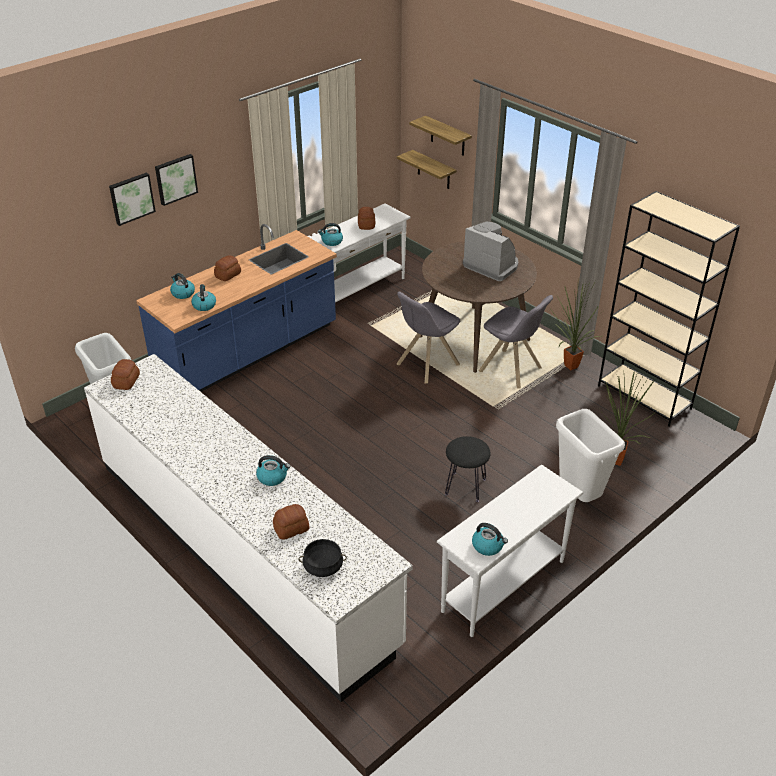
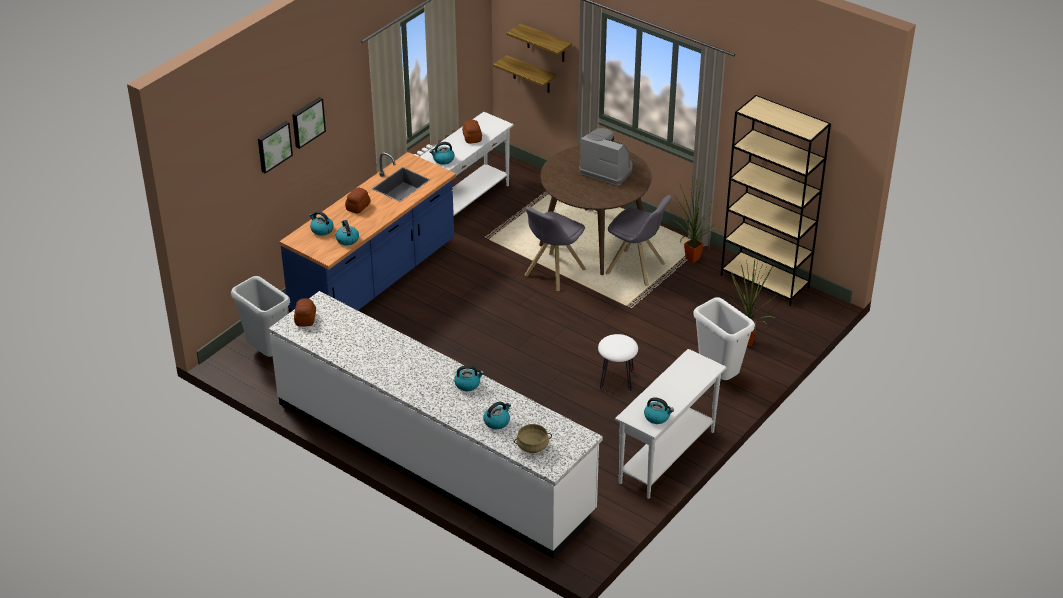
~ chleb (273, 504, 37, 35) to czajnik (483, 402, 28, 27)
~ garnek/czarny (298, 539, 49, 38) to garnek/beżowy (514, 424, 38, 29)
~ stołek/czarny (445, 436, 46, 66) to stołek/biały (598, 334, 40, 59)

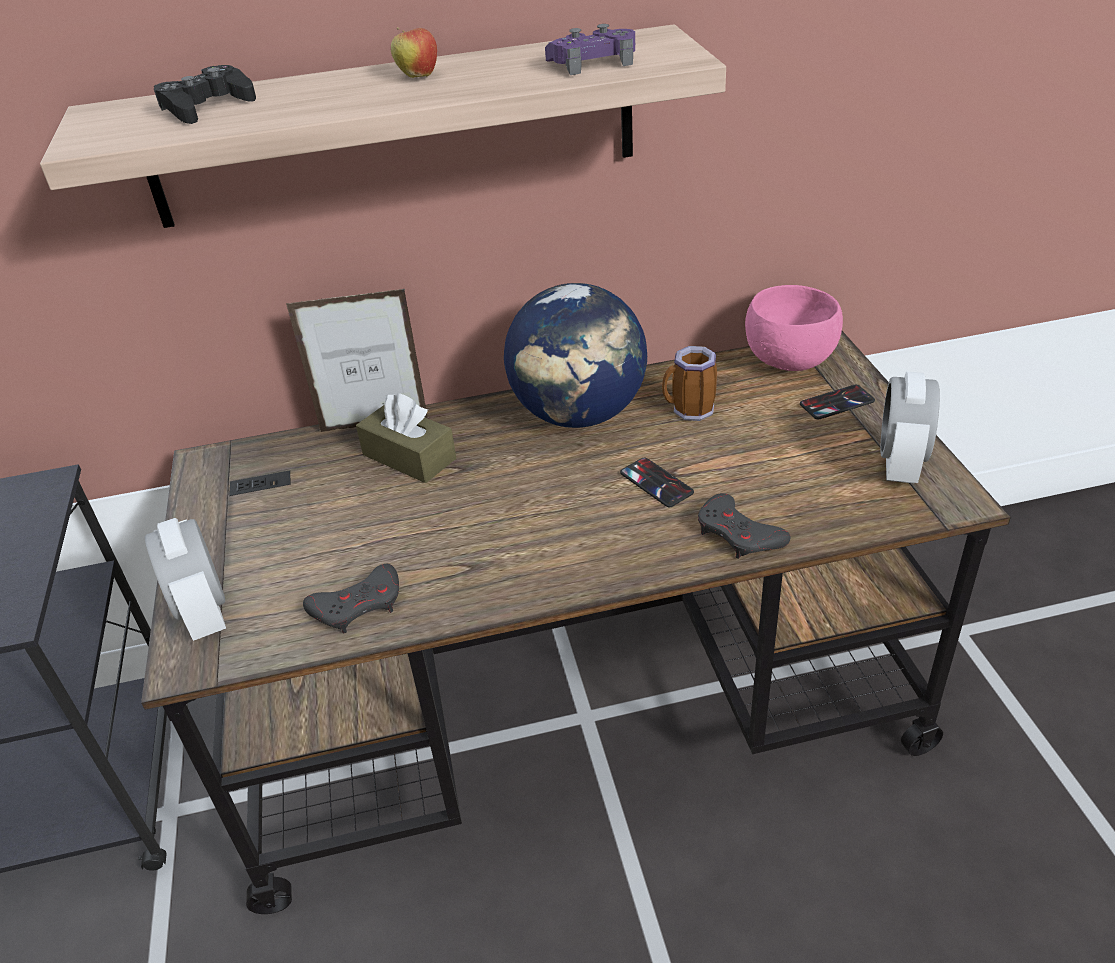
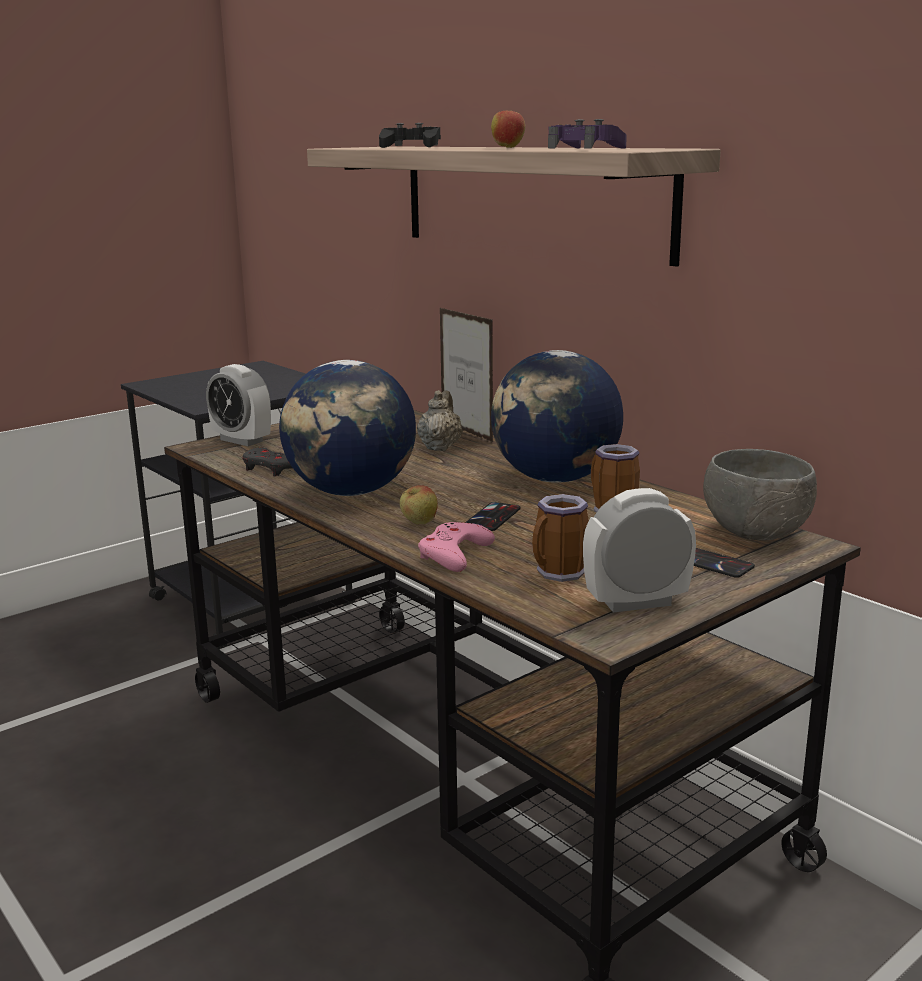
~ budzik (145, 518, 81, 123) = (206, 364, 65, 82) 90 degrees counterclockwise
+ globus (279, 360, 137, 136)
+ jabłko (399, 485, 39, 40)
~ pudełko chusteczek/brązowy (356, 393, 100, 90) to imbryk/beżowy (417, 390, 46, 61)
~ pad do gier/szary (698, 493, 92, 66) to pad do gier/różowy (418, 522, 77, 50)
+ kubek (532, 494, 57, 88)
~ miska/różowy (745, 285, 98, 86) to miska/szary (703, 449, 114, 92)

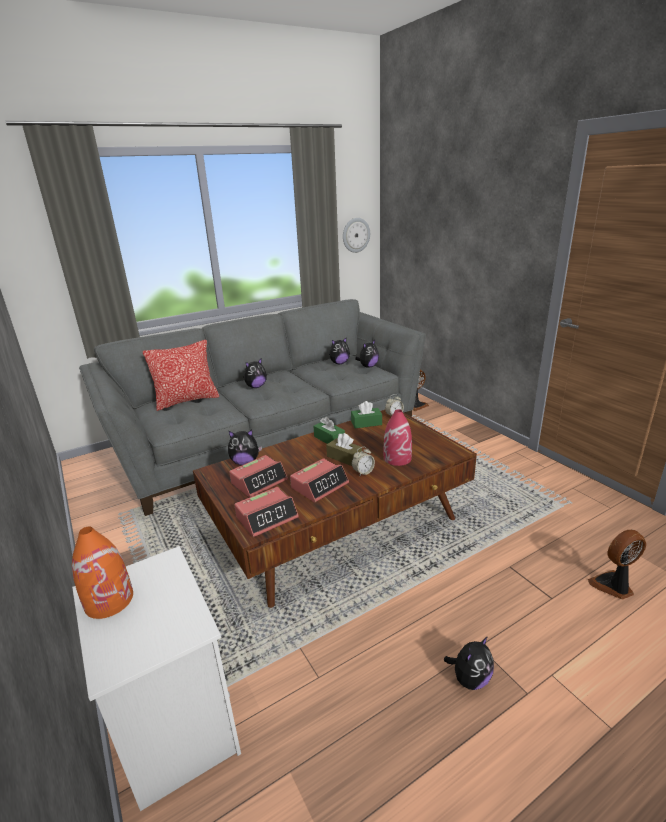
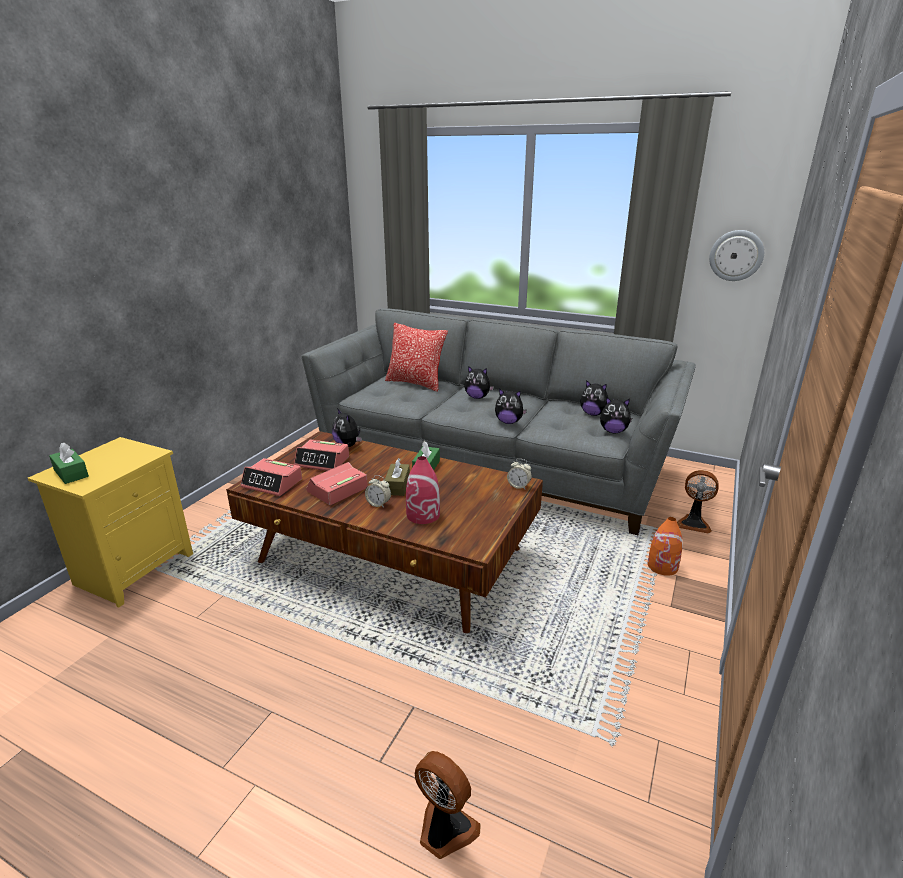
~ szafka nocna/biały (72, 546, 169, 265) to szafka nocna/żółty (28, 437, 165, 171)
~ pudełko chusteczek/zielony (351, 401, 31, 27) to (49, 442, 40, 42)
~ budzik (290, 458, 59, 44) = (306, 462, 62, 43) 120 degrees clockwise
~ pluszak (444, 636, 50, 54) to (495, 388, 32, 36)
~ wazon/pomarańczowy (72, 527, 61, 92) to (648, 517, 34, 59)

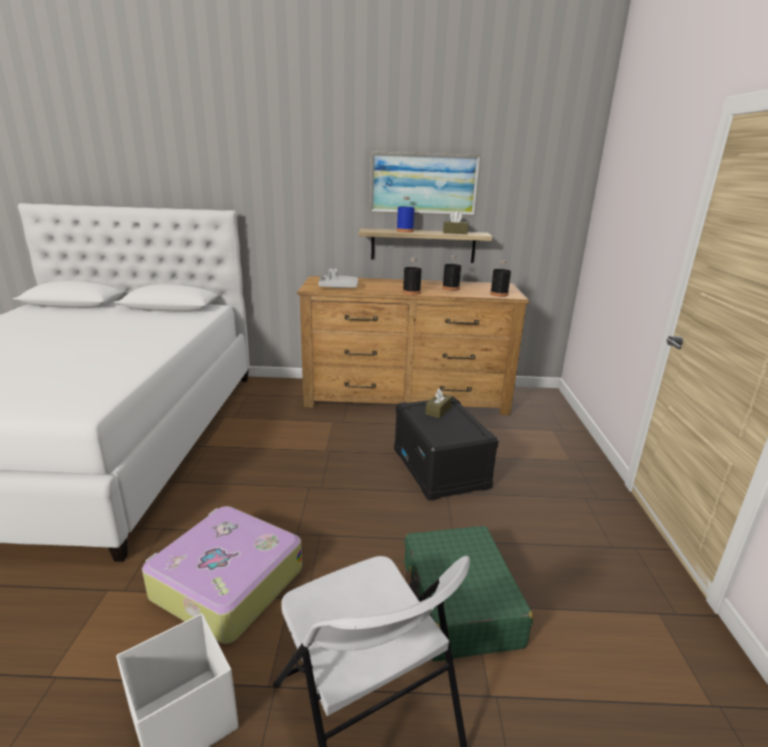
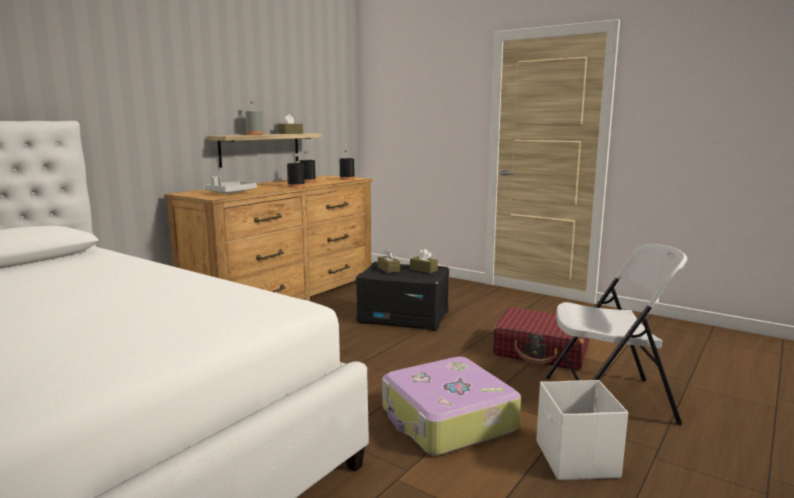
~ butelka/niebieski (397, 197, 18, 35) to butelka/szary (245, 101, 19, 34)
+ pudełko chusteczek/brązowy (410, 249, 28, 24)
~ walizka/zielony (404, 526, 129, 135) to walizka/czerwony (493, 307, 96, 63)
- obraz (370, 151, 111, 65)

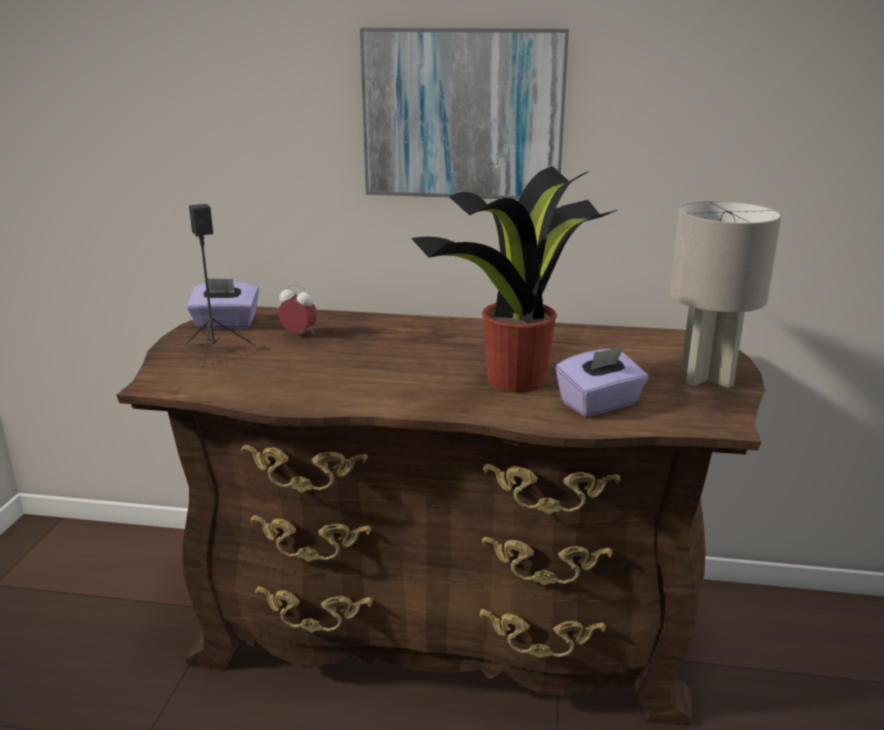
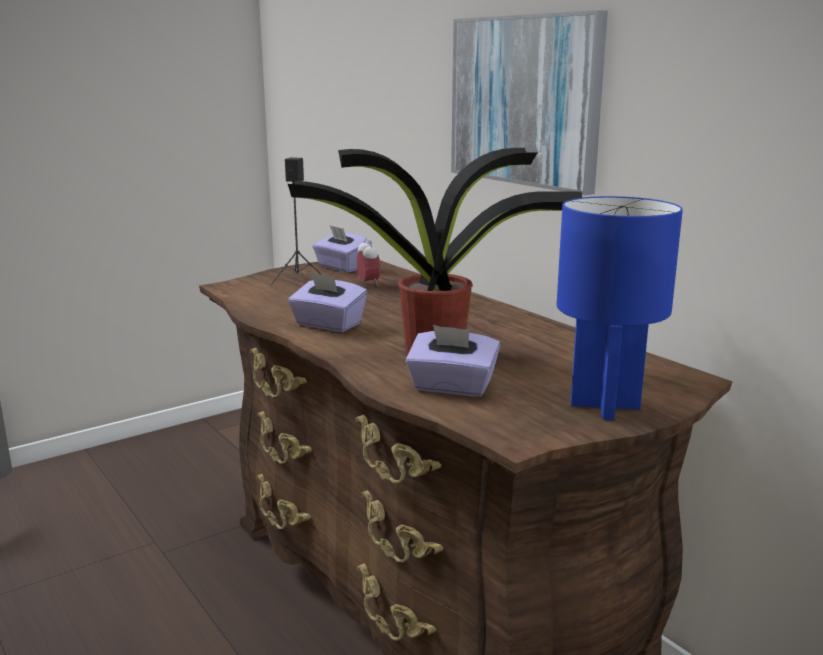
+ pudełko chusteczek/fioletowy (288, 272, 79, 60)
~ lampa stołowa/szary (670, 201, 111, 187) to lampa stołowa/niebieski (557, 196, 126, 224)

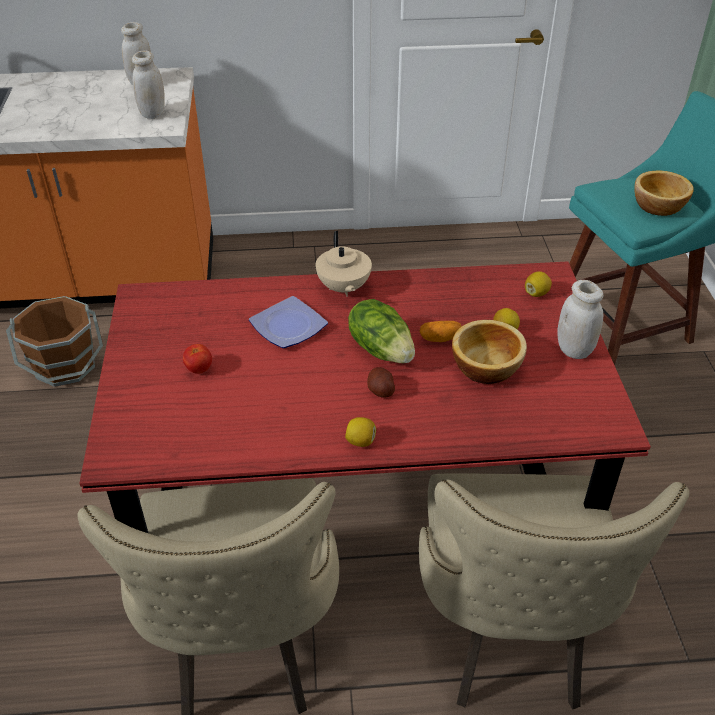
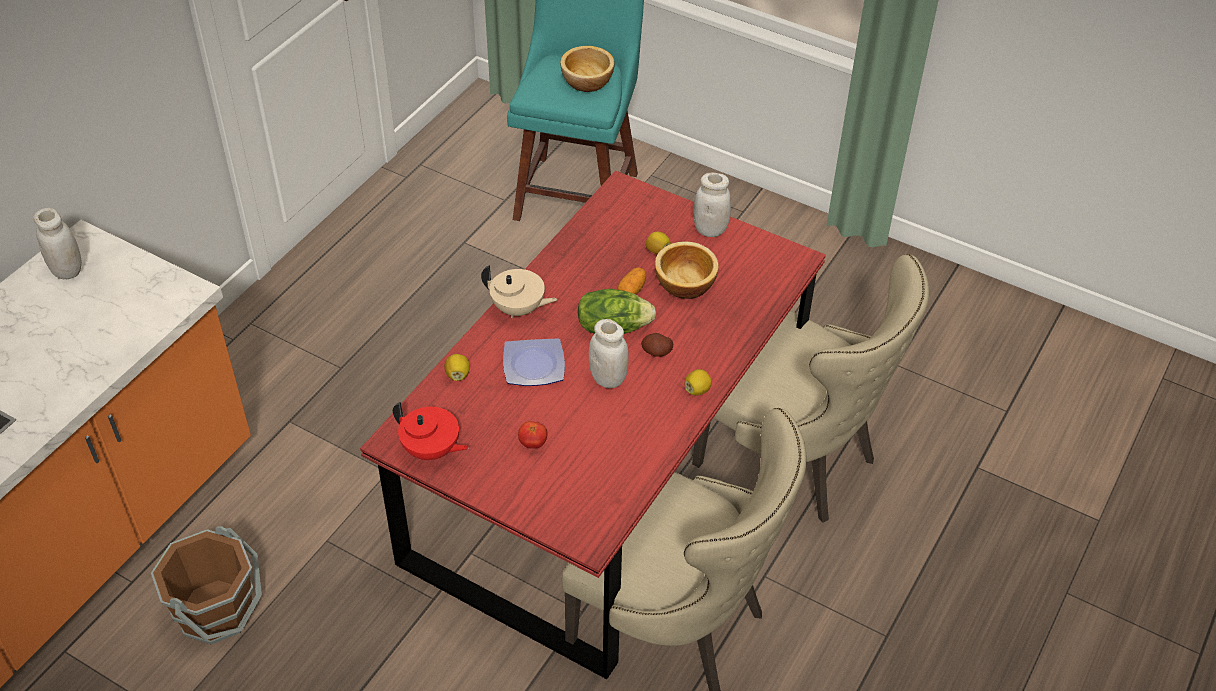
+ imbryk/czerwony (393, 402, 76, 58)
~ cytryna (525, 271, 27, 26) to (444, 354, 26, 27)
~ słoik/biały (132, 51, 33, 68) to (589, 319, 40, 69)

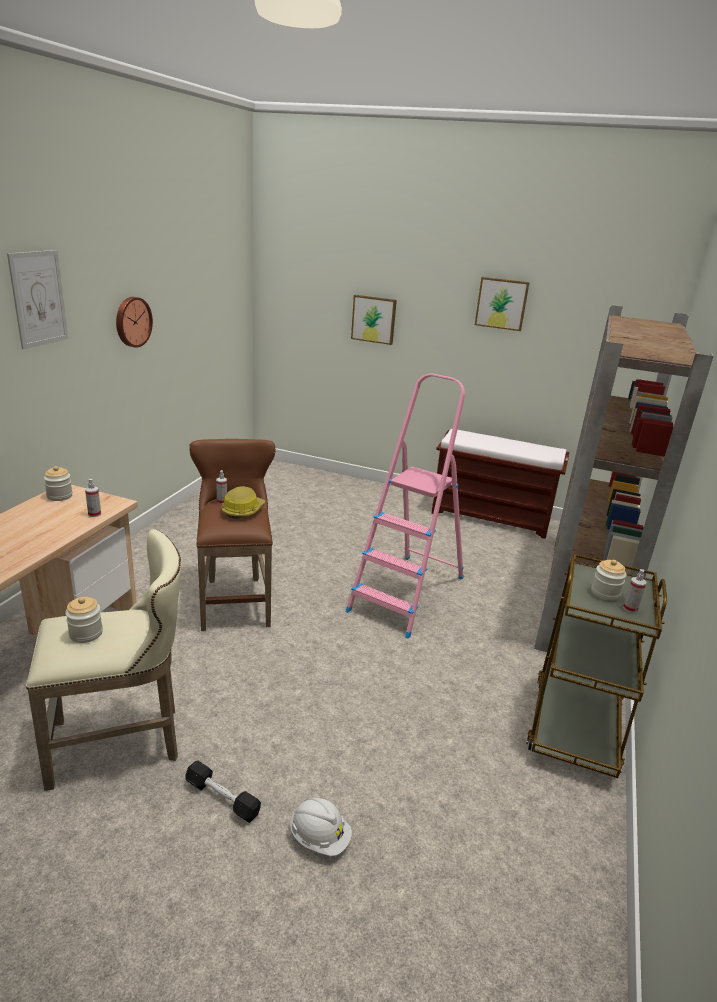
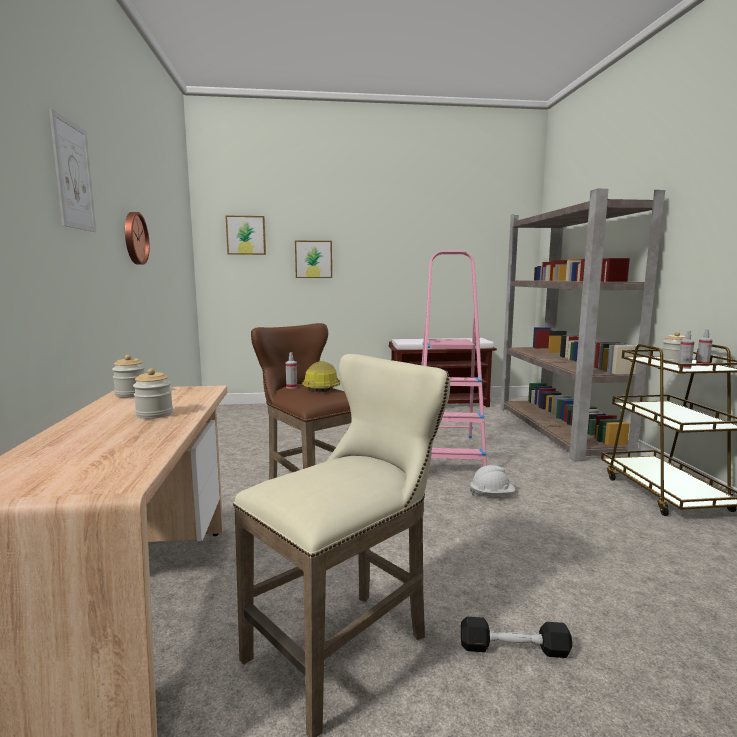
~ słoik (65, 597, 38, 46) to (133, 368, 40, 51)
~ obraz (475, 277, 55, 54) to (225, 215, 41, 40)
~ kask/biały (290, 798, 62, 58) to (470, 465, 45, 30)
~ spryskiwacz (85, 479, 16, 38) to (678, 330, 17, 39)

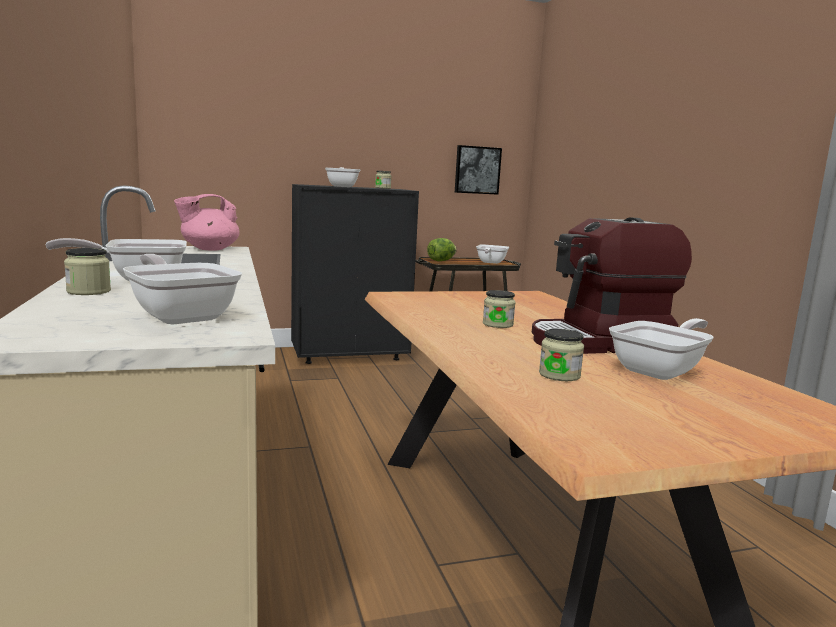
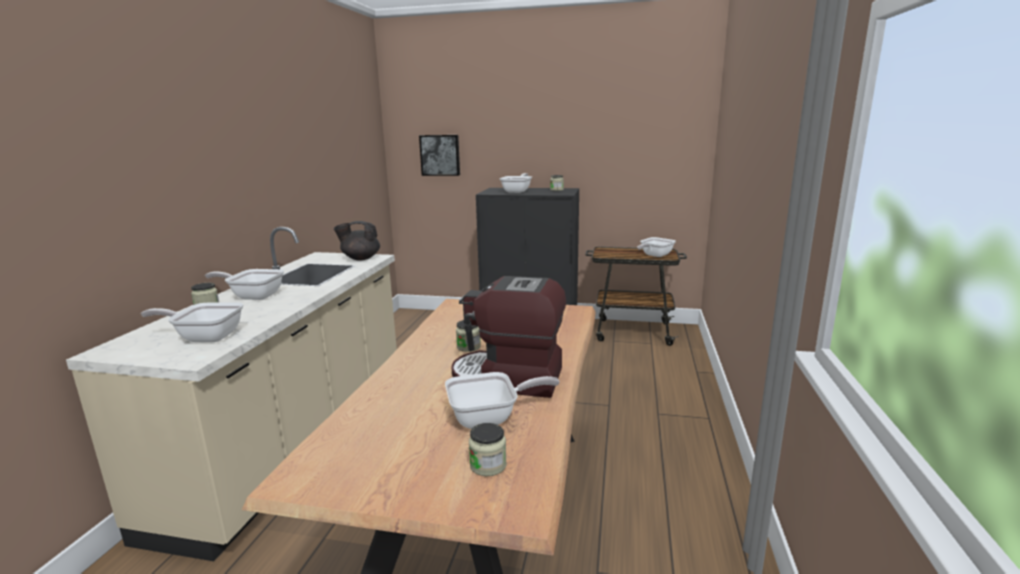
~ patelnia (123, 254, 119, 70) = (141, 302, 102, 40) 75 degrees counterclockwise
~ imbryk/różowy (174, 194, 66, 57) to imbryk/czarny (334, 221, 46, 40)
~ obraz (455, 145, 47, 50) to (419, 135, 41, 41)
~ słoik (539, 329, 45, 52) to (469, 423, 38, 53)
- sałata (427, 238, 30, 23)

